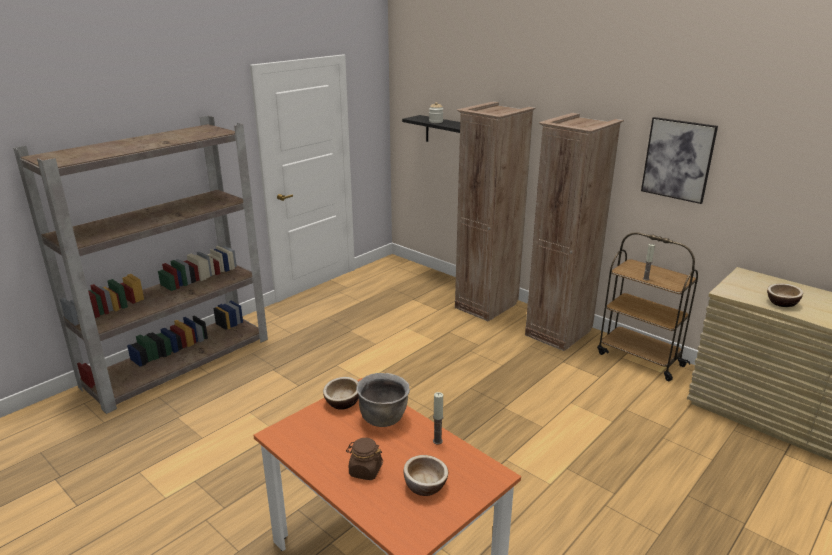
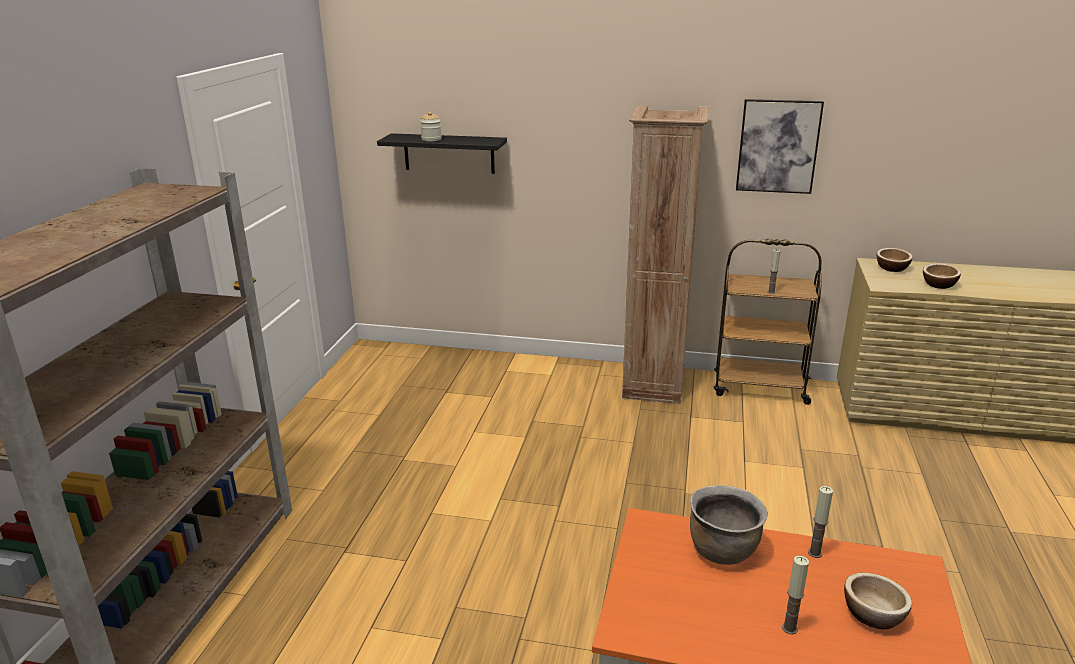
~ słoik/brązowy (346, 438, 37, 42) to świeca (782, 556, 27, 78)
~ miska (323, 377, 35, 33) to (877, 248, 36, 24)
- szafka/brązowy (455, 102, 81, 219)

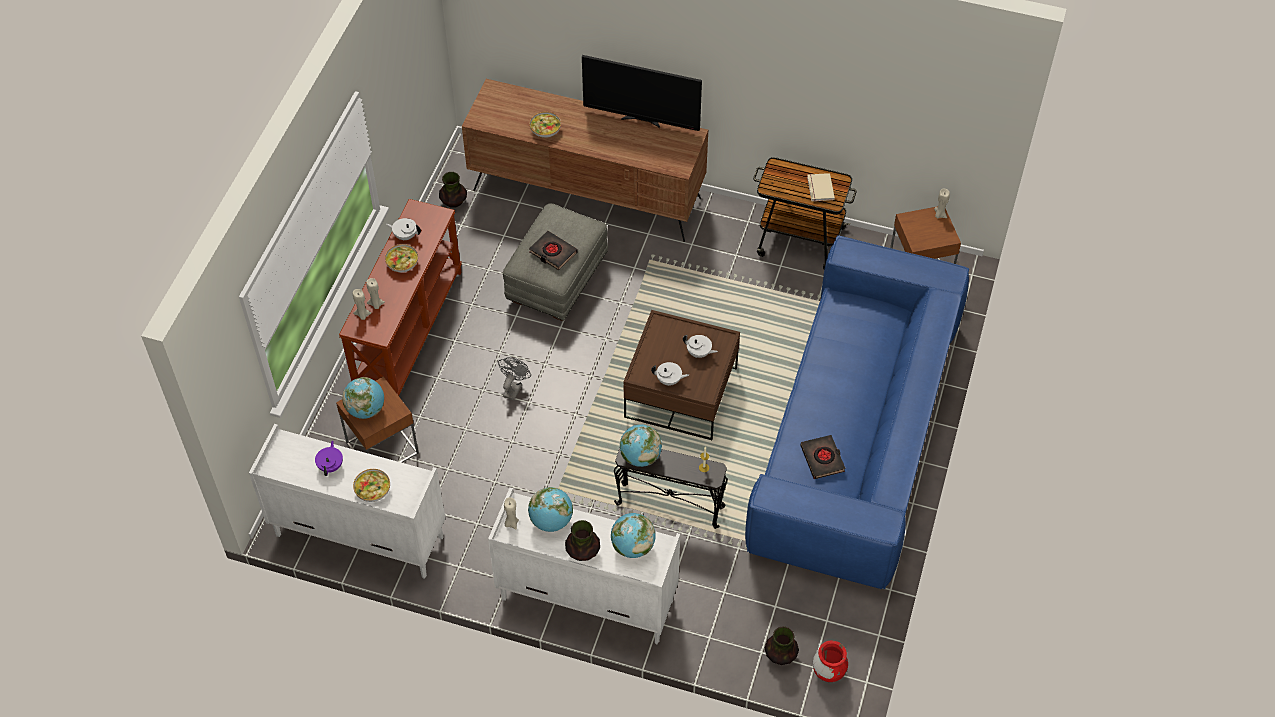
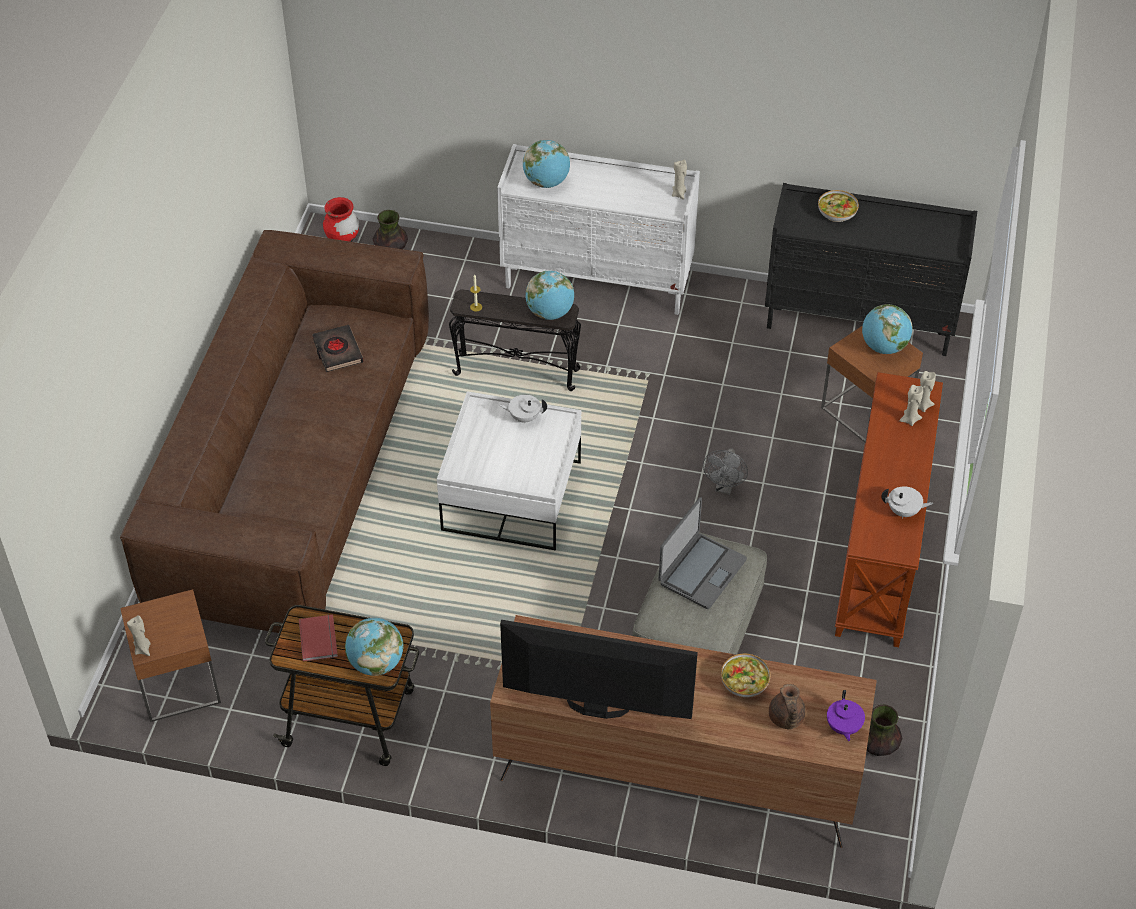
~ kanapa/niebieski (745, 235, 224, 354) to kanapa/brązowy (120, 230, 309, 403)
~ książka/beżowy (807, 173, 28, 29) to książka/czerwony (299, 615, 39, 46)
~ globus (528, 487, 45, 45) to (345, 618, 59, 58)
~ ława/brązowy (623, 310, 117, 130) to ława/biały (437, 391, 144, 159)
~ książka/czarny (529, 231, 49, 40) to laptop (659, 497, 88, 112)
~ szafka/biały (249, 424, 197, 155) to szafka/czarny (765, 183, 212, 173)
+ imbryk/brązowy (769, 684, 37, 46)
~ imbryk/fioletowy (315, 441, 28, 35) to (827, 690, 38, 51)
- miska (385, 244, 33, 28)
- wazon (565, 520, 35, 41)
- imbryk/biały (683, 335, 35, 23)

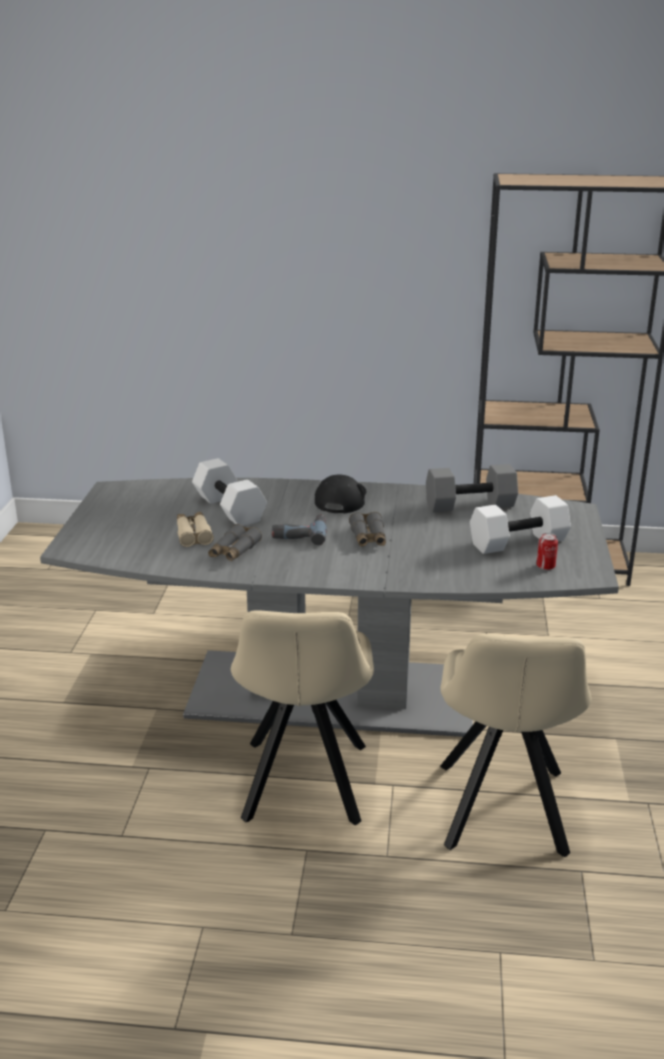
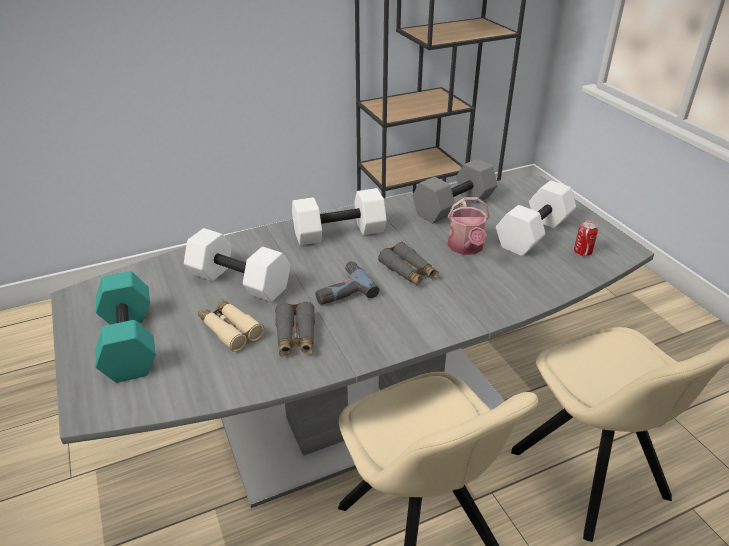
+ hantel/turkusowy (95, 271, 61, 112)
~ czapka z daszkiem/czarny (315, 475, 52, 39) to hantel/biały (292, 188, 95, 57)
+ konewka (447, 197, 43, 58)

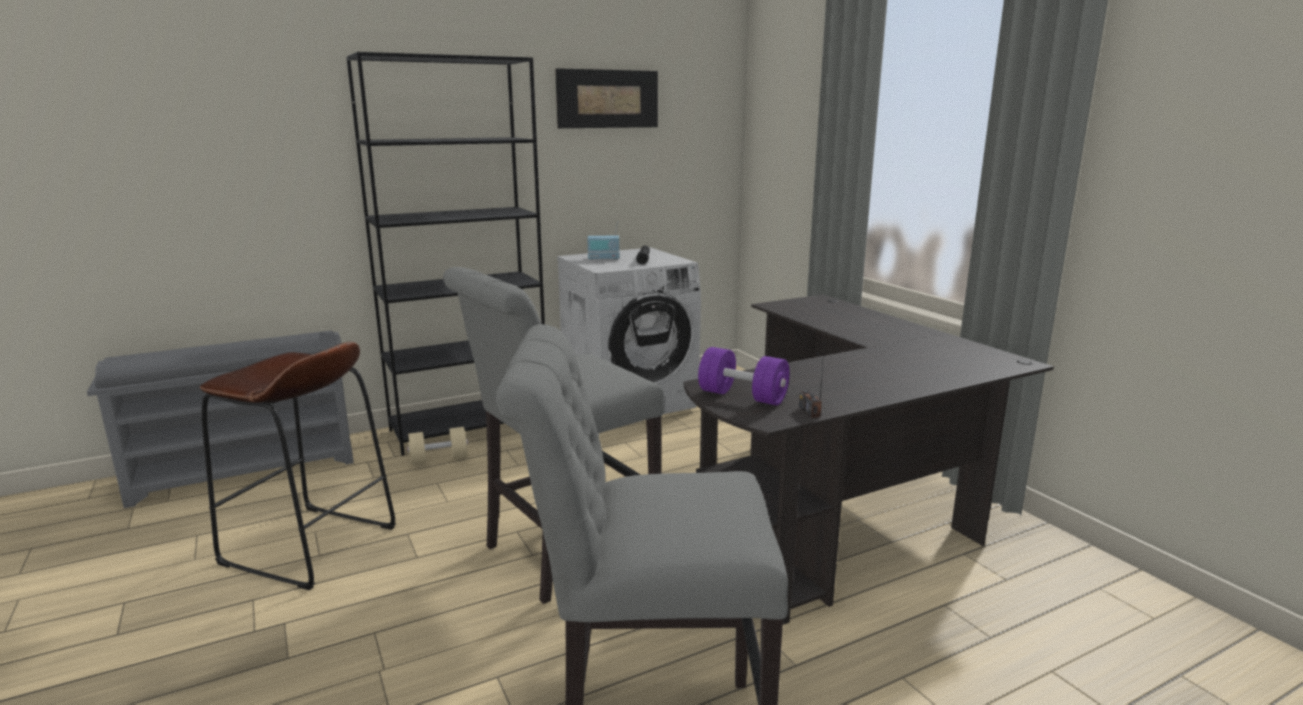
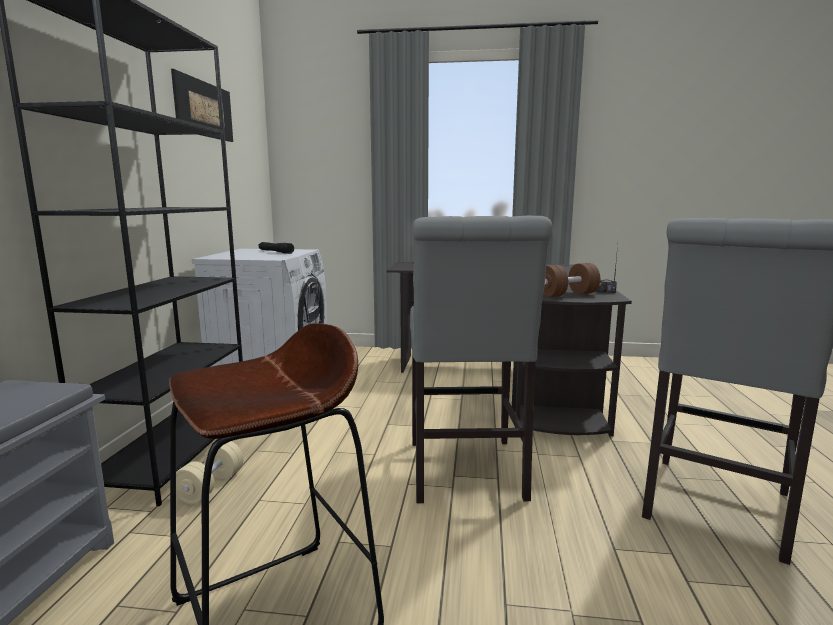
~ hantel/fioletowy (698, 347, 92, 58) to hantel/brązowy (543, 263, 57, 34)
- radio (588, 221, 31, 39)

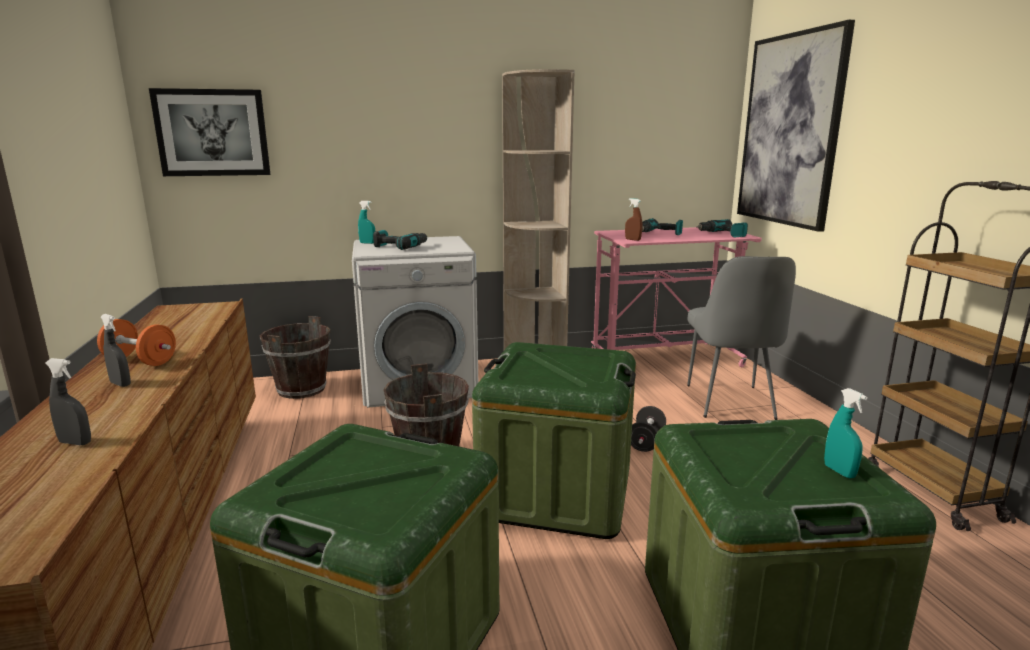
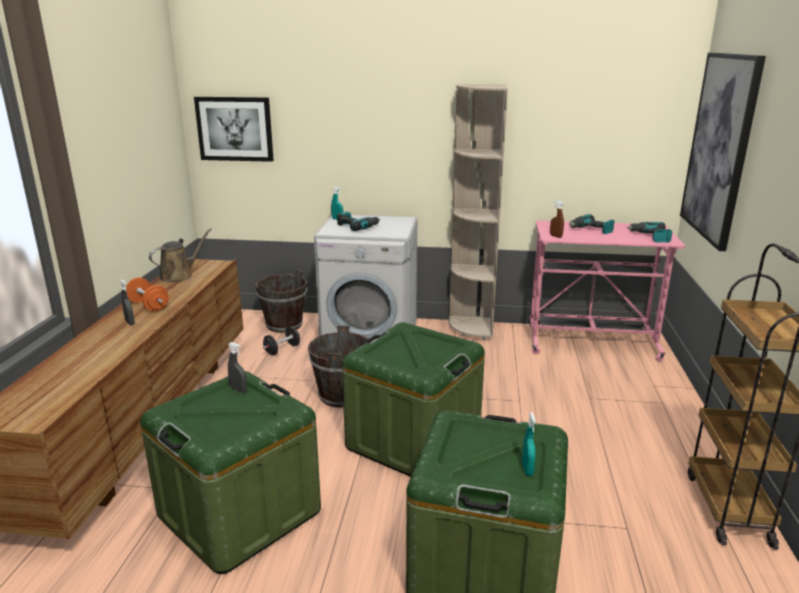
+ konewka/brązowy (149, 228, 63, 54)
~ spryskiwacz/szary (45, 358, 46, 87) to (228, 342, 19, 51)
~ hantel/czarny (631, 406, 35, 46) to (263, 327, 37, 29)
- krzesło/szary (687, 256, 109, 164)

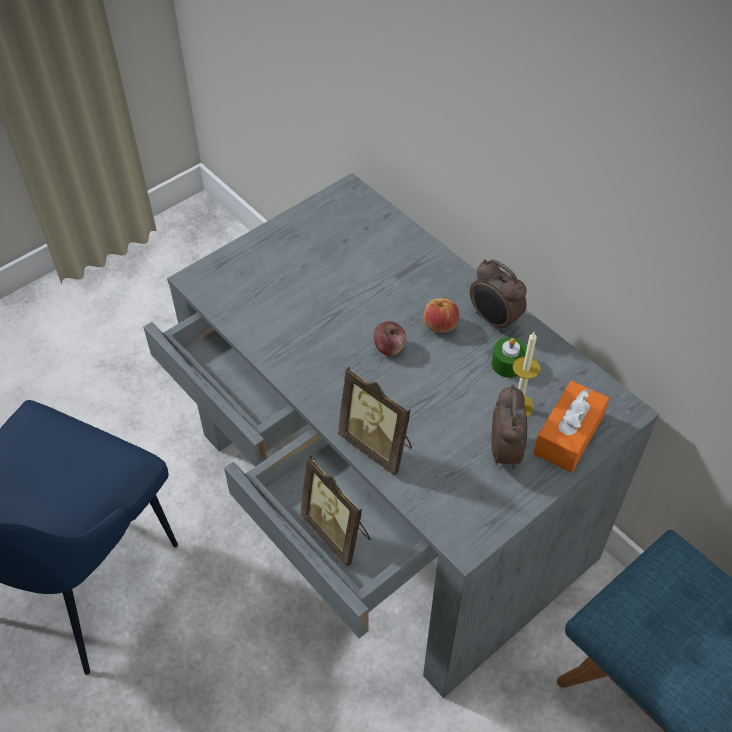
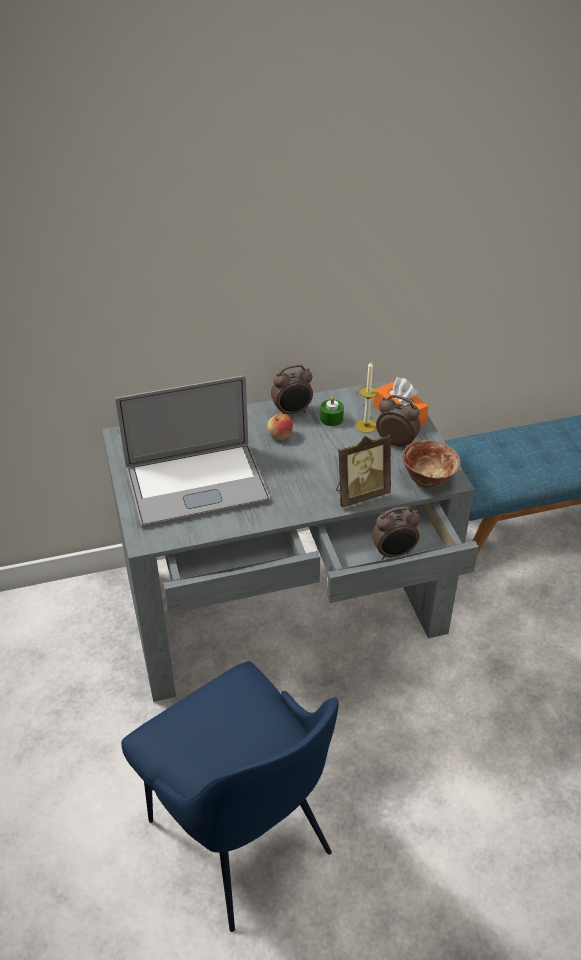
+ laptop (116, 375, 154, 153)
~ ramka na zdjęcie (300, 455, 71, 111) to budzik (372, 507, 48, 53)
+ miska (402, 440, 59, 48)
- jabłko (374, 321, 32, 35)

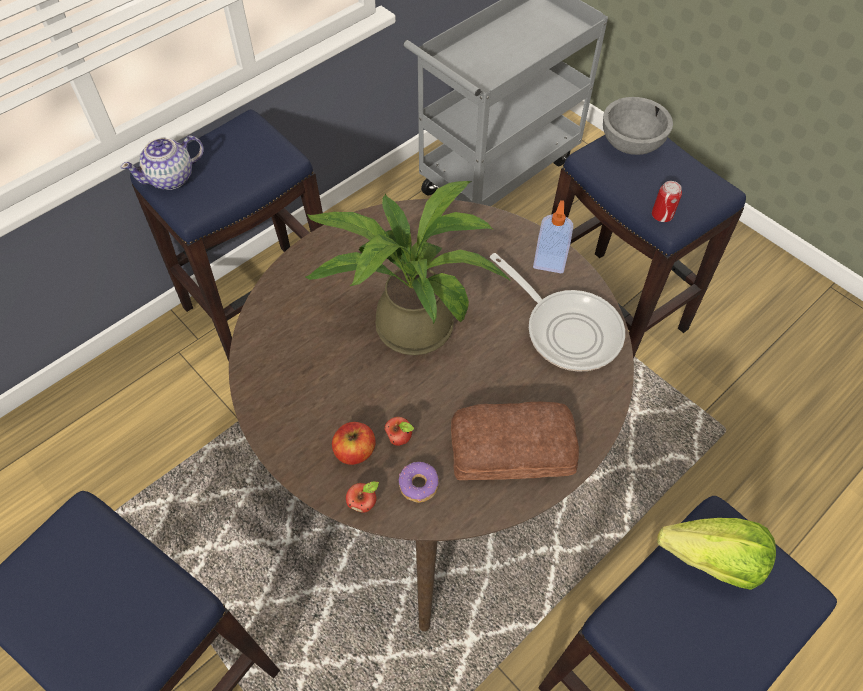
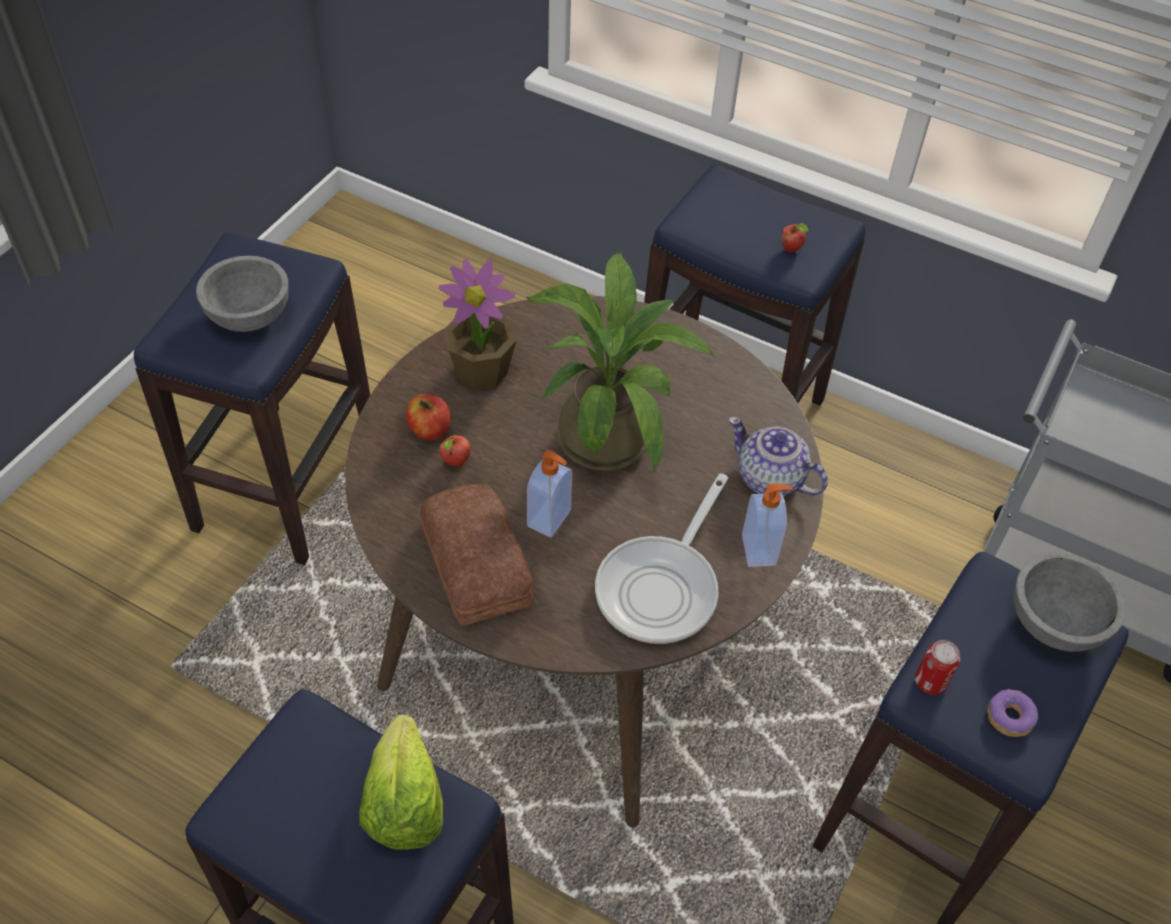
+ miska/szary (196, 256, 93, 76)
+ roślina doniczkowa (439, 259, 78, 131)
+ dozownik mydła (527, 450, 45, 88)
~ imbryk (121, 135, 83, 55) to (728, 416, 100, 81)
~ jabłko (346, 482, 33, 31) to (782, 223, 27, 30)
~ donut (398, 462, 41, 41) to (987, 689, 51, 48)

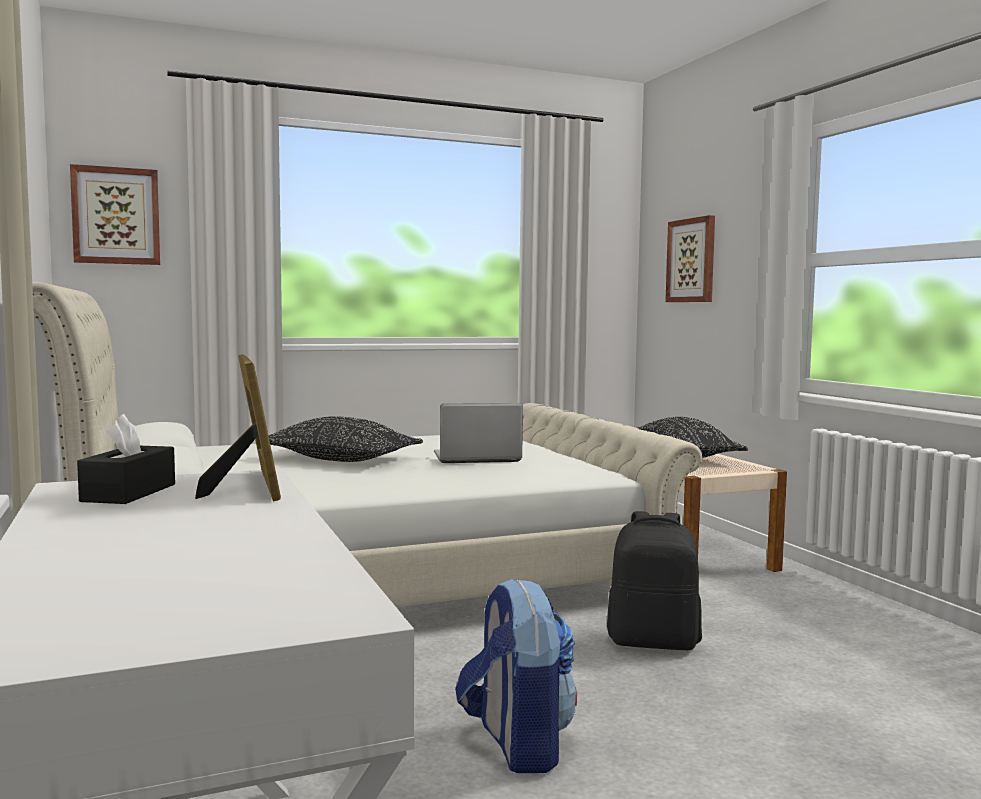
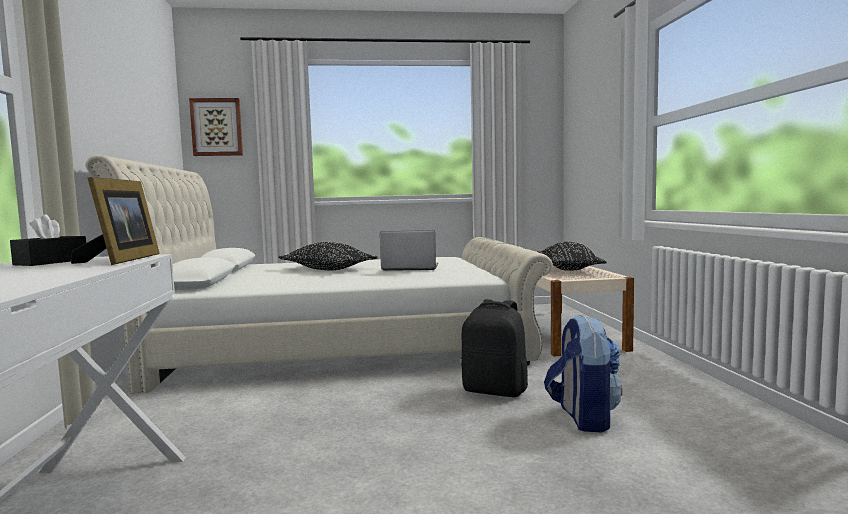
~ plecak (455, 577, 122, 196) to (544, 315, 78, 118)
- obraz (665, 215, 50, 87)

